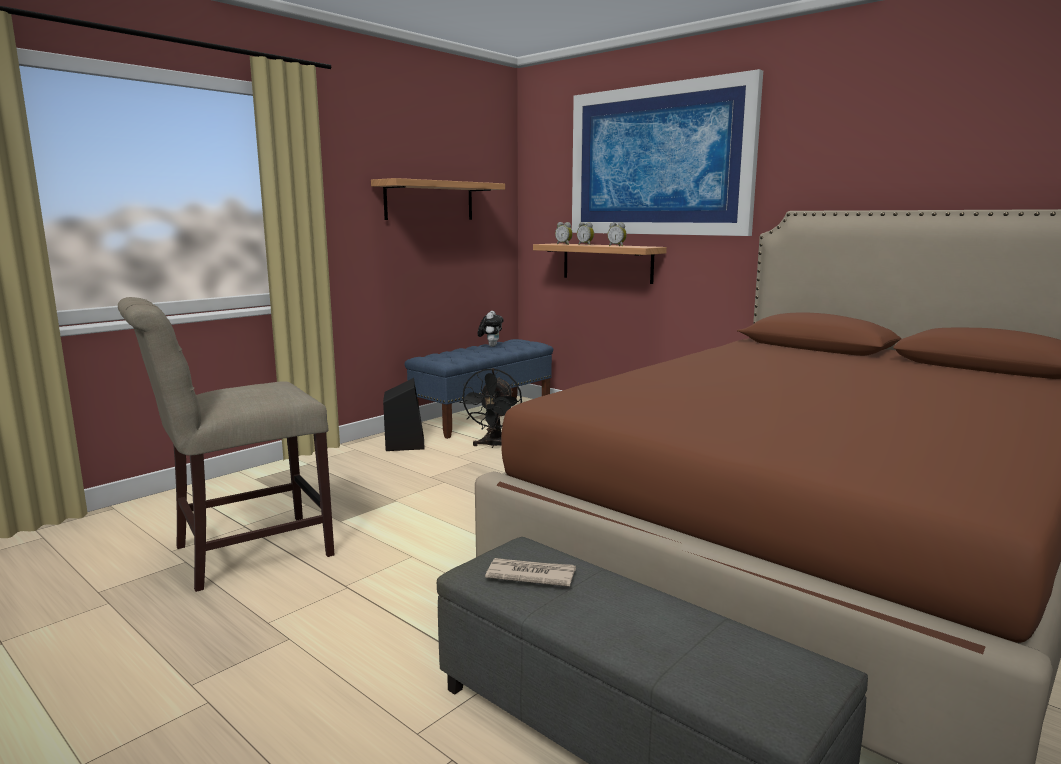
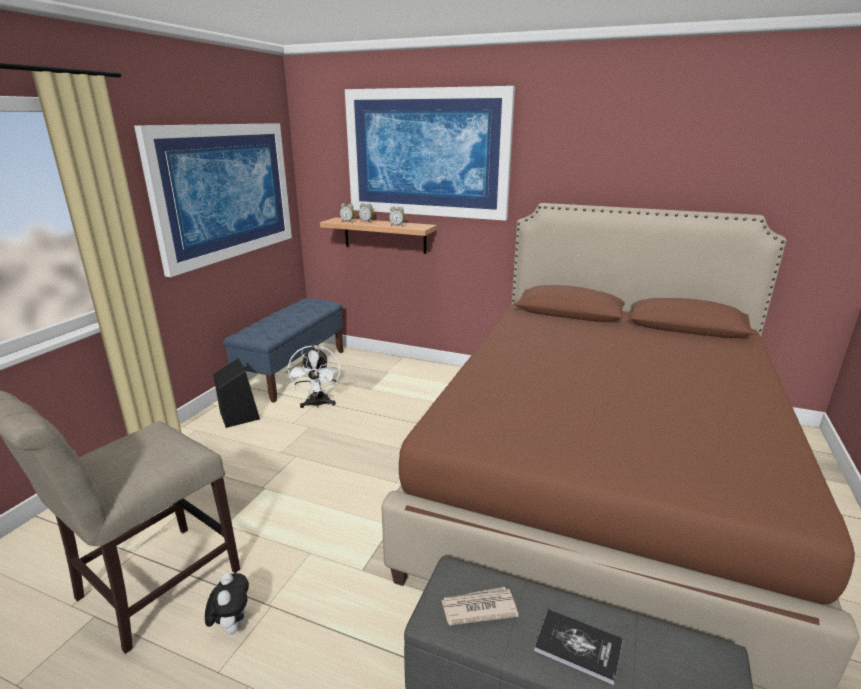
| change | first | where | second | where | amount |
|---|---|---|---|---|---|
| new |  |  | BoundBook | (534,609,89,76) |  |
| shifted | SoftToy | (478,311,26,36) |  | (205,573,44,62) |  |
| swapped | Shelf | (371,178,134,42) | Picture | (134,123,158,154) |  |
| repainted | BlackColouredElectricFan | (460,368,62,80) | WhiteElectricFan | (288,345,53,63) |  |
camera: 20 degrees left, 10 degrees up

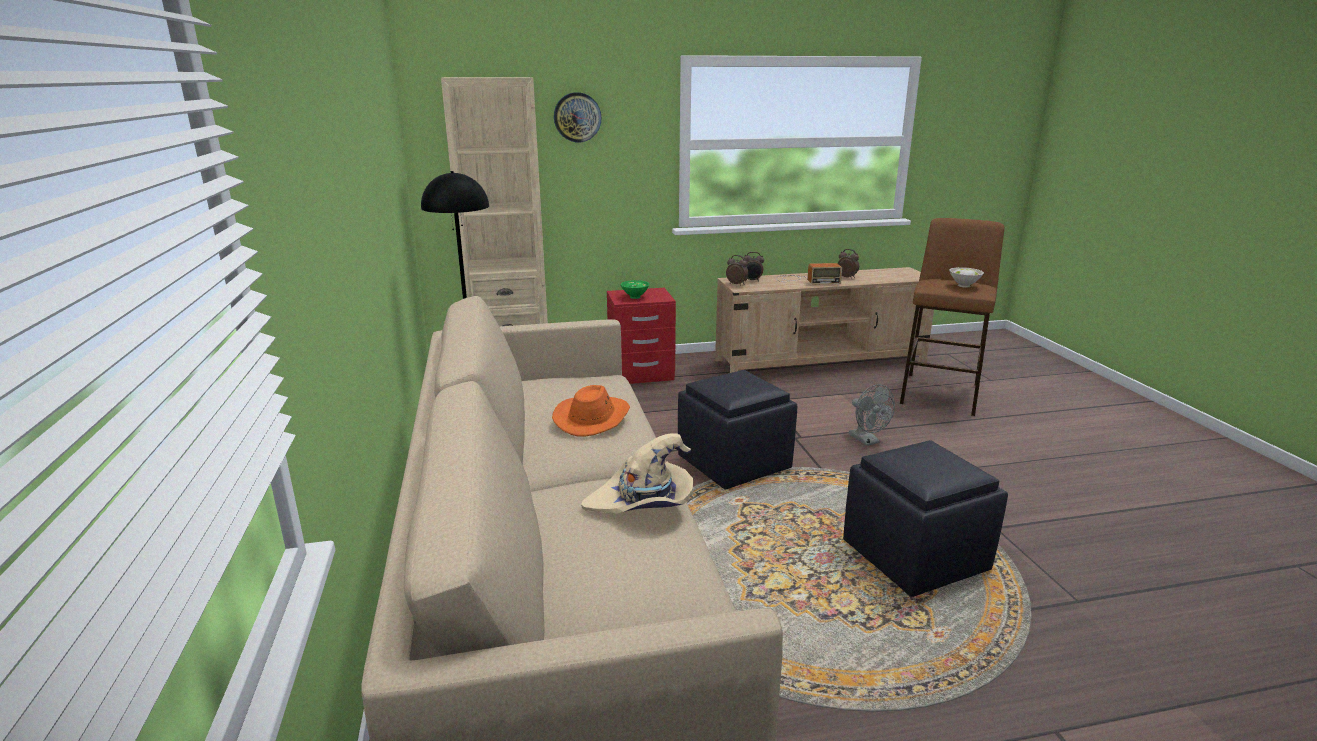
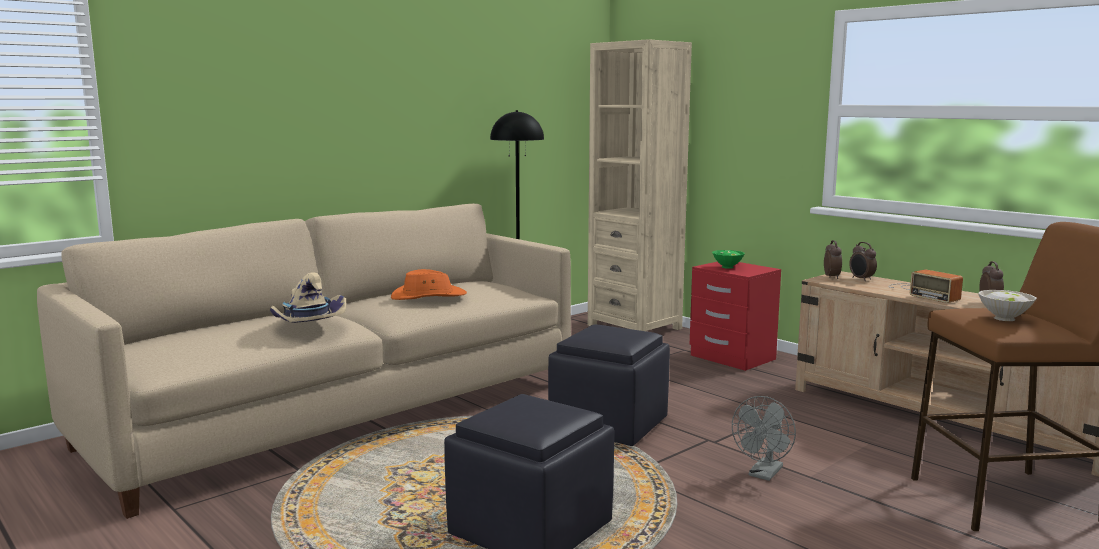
| change | first | where | second | where | amount |
|---|---|---|---|---|---|
| gone | ClockOnTheWall | (554,92,48,50) |  |  |  |
camera: 60 degrees right, 10 degrees down

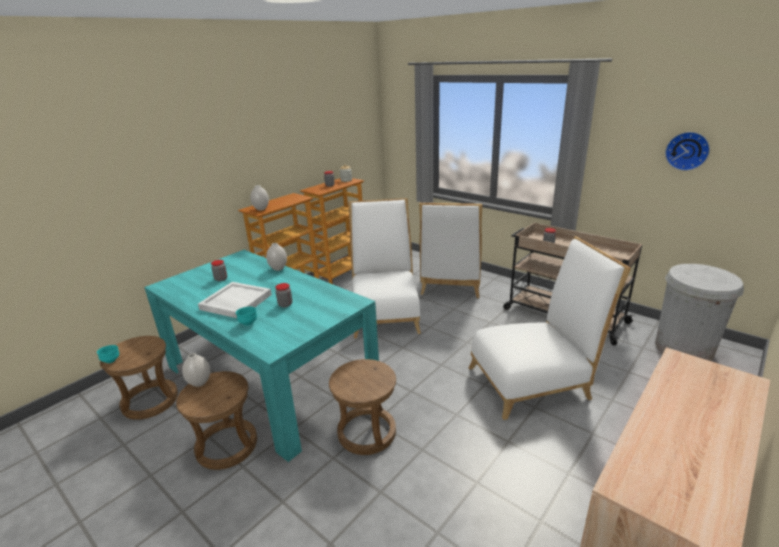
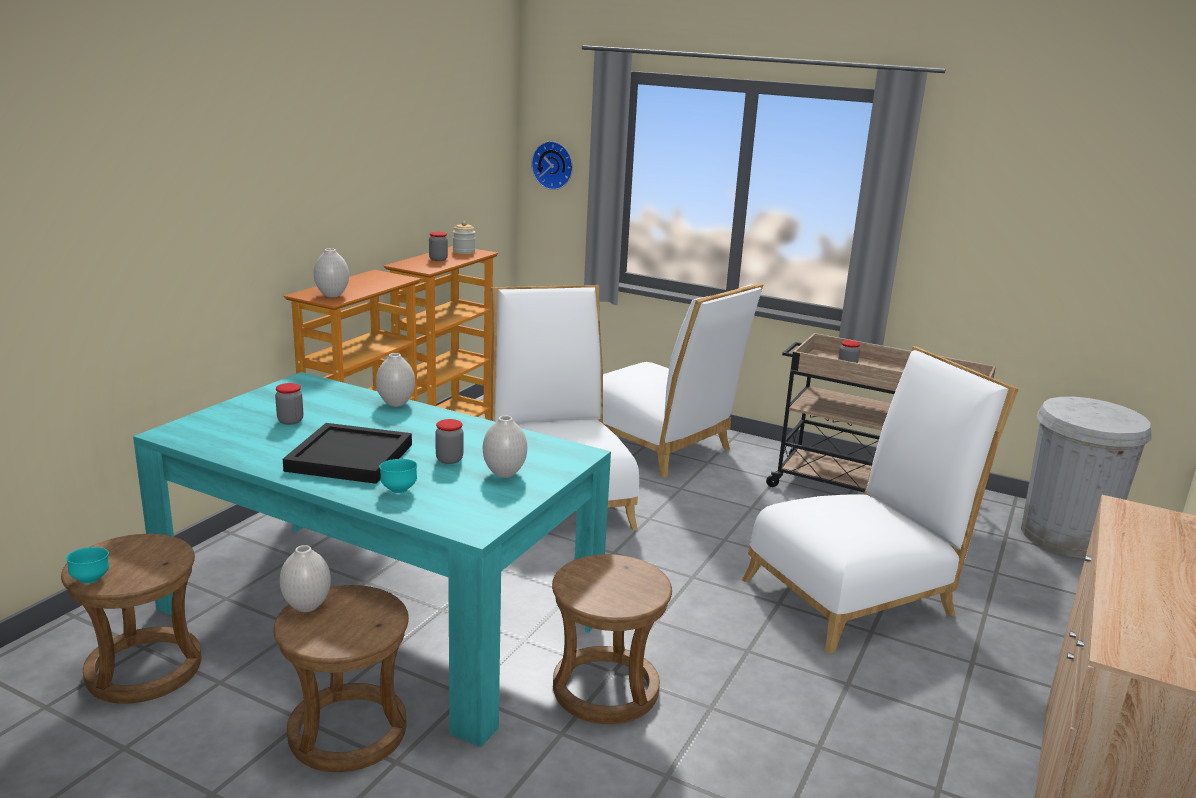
| change | first | where | second | where | amount |
|---|---|---|---|---|---|
| new |  |  | WhiteVase | (483,415,44,63) |  |
| shifted | ClockOnTheWall | (665,132,45,39) |  | (531,141,42,49) |  |
| repainted | WhiteServingTray | (198,282,74,36) | BlackColouredServingTray | (283,423,129,61) |  |
| rotated | WhiteUprightChair | (419,203,63,95) |  | (603,283,160,195) | 45 degrees counterclockwise |
camera: 15 degrees left, 5 degrees down

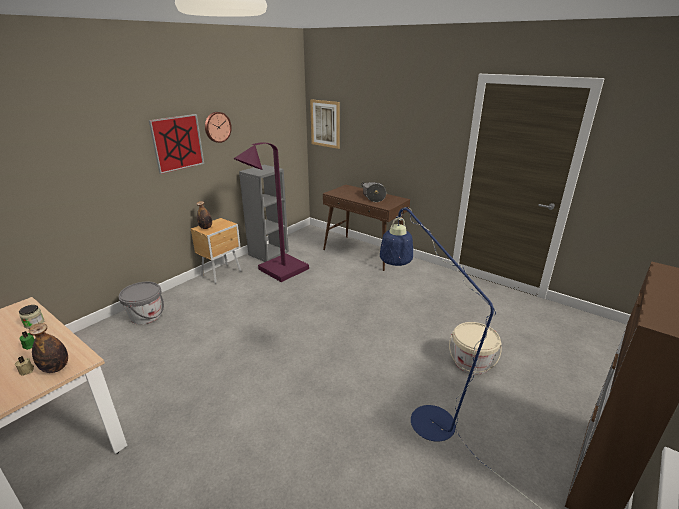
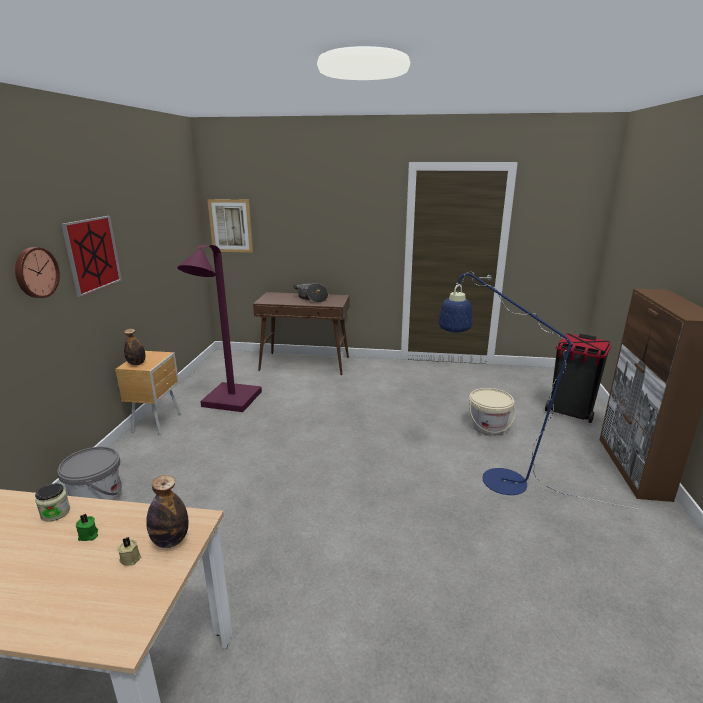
| change | first | where | second | where | amount |
|---|---|---|---|---|---|
| gone | GrayBookcase | (239,165,50,97) |  |  |  |
| new |  |  | BlackColouredRubbishBin | (545,333,66,90) |  |
| shifted | ClockOnTheWall | (205,112,27,31) |  | (15,247,45,51) |  |
camera: 30 degrees left, 5 degrees down

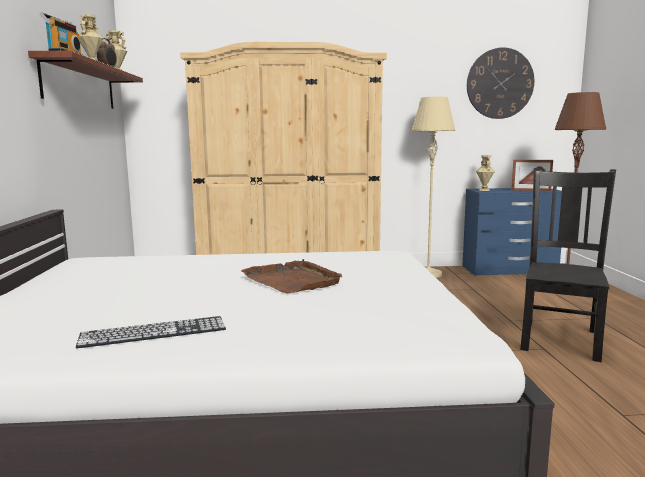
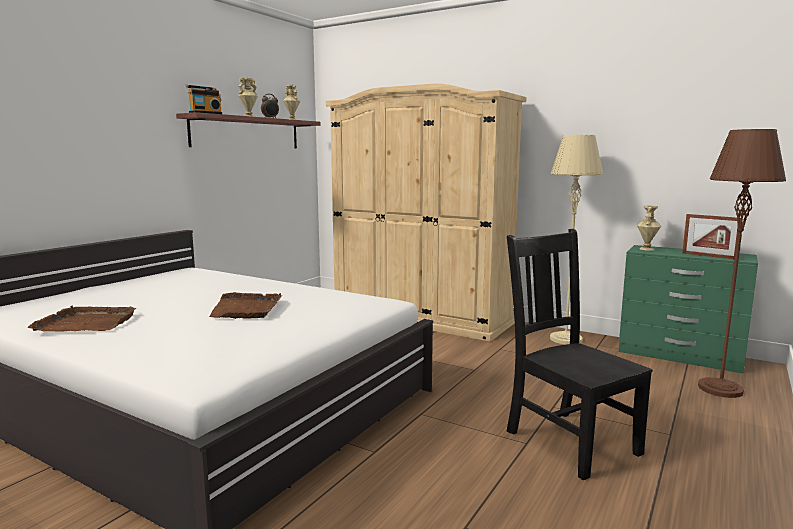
| change | first | where | second | where | amount |
|---|---|---|---|---|---|
| gone | ClockOnTheWall | (467,47,67,72) |  |  |  |
| swapped | PcKeyboard | (76,316,150,33) | BrownServingTray | (27,305,109,27) |  |
| repainted | BluishDrawerChest | (462,188,100,87) | GreenishDrawerChest | (619,245,139,128) |  |
| rotated | BlackColouredUprightChair | (520,168,96,194) |  | (506,229,147,251) | 90 degrees counterclockwise |
camera: 35 degrees right, 0 degrees up

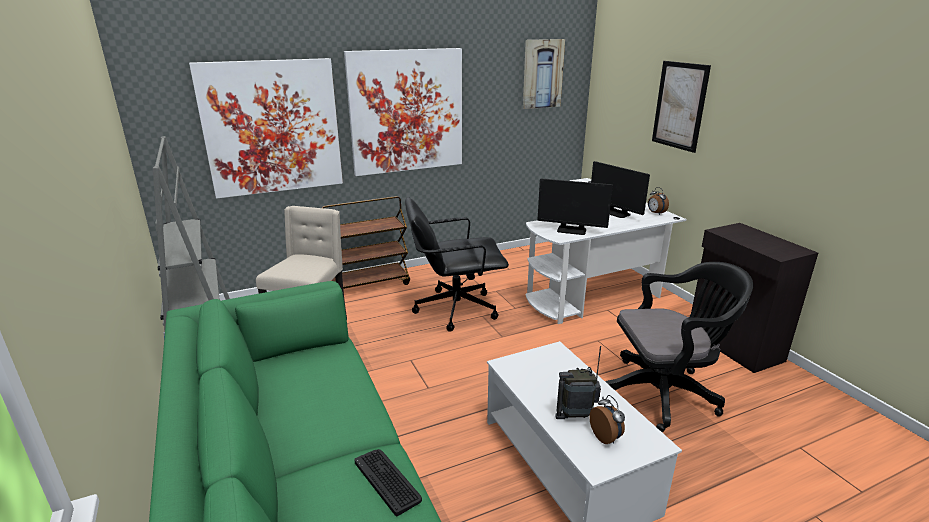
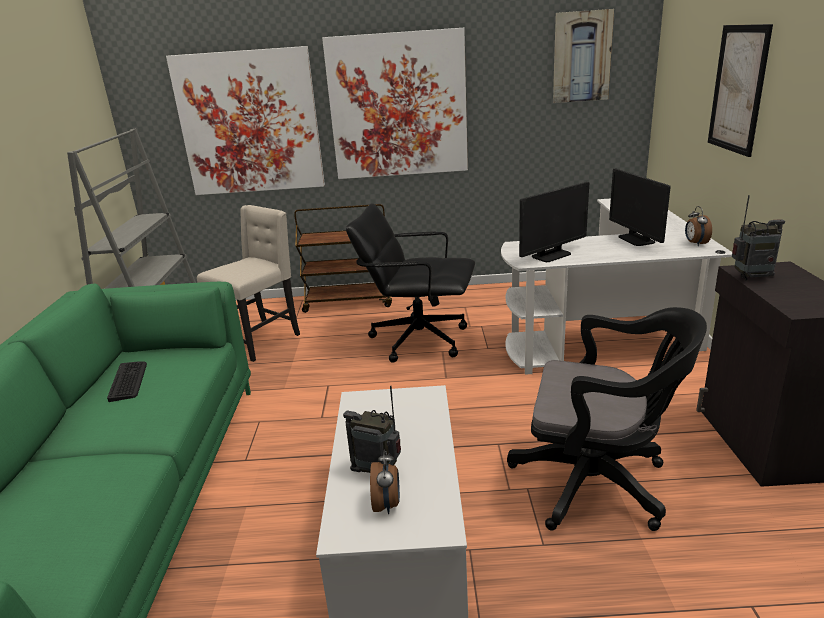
| change | first | where | second | where | amount |
|---|---|---|---|---|---|
| new |  |  | Radio | (732,195,53,86) |  |
| shifted | PcKeyboard | (354,449,68,67) |  | (107,361,40,41) |  |
| rotated | Monitor | (538,178,75,57) |  | (519,182,70,80) | 75 degrees counterclockwise |
camera: 25 degrees right, 0 degrees up

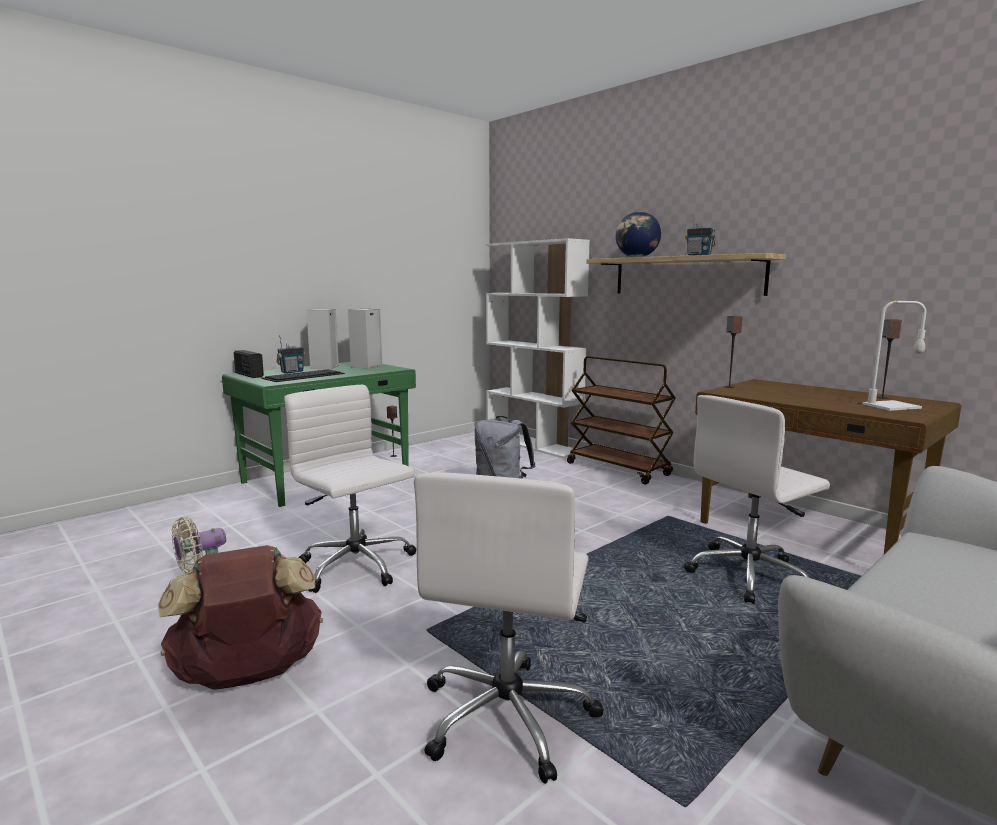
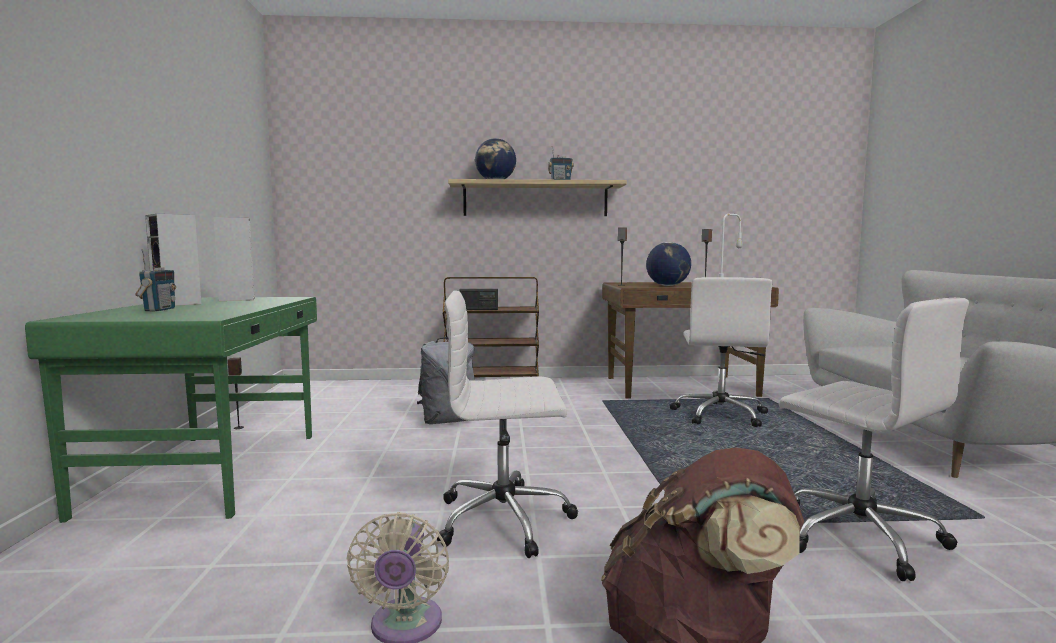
| change | first | where | second | where | amount |
|---|---|---|---|---|---|
| gone | PcKeyboard | (261,369,84,13) |  |  |  |
| gone | WhiteBookcase | (486,238,104,220) |  |  |  |
| new |  |  | Globe | (646,242,45,44) |  |
| shifted | Radio | (234,350,30,28) |  | (460,289,38,21) |  |
camera: 50 degrees left, 5 degrees down

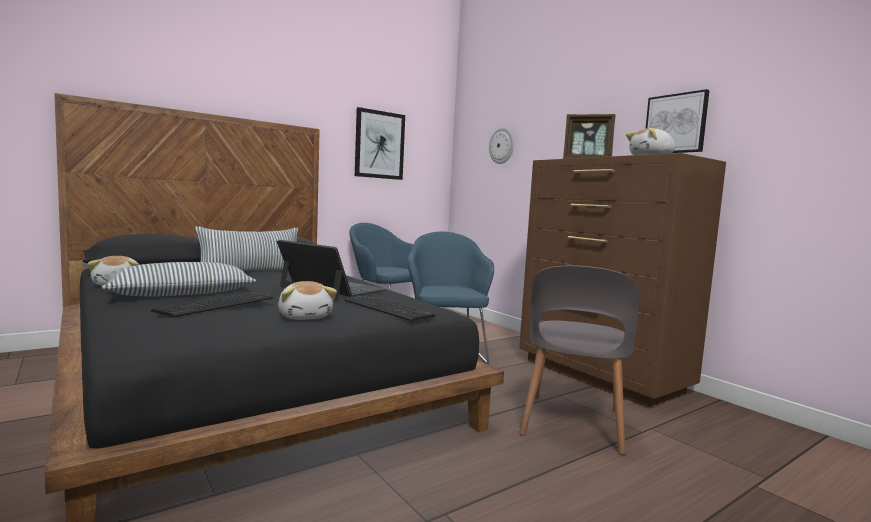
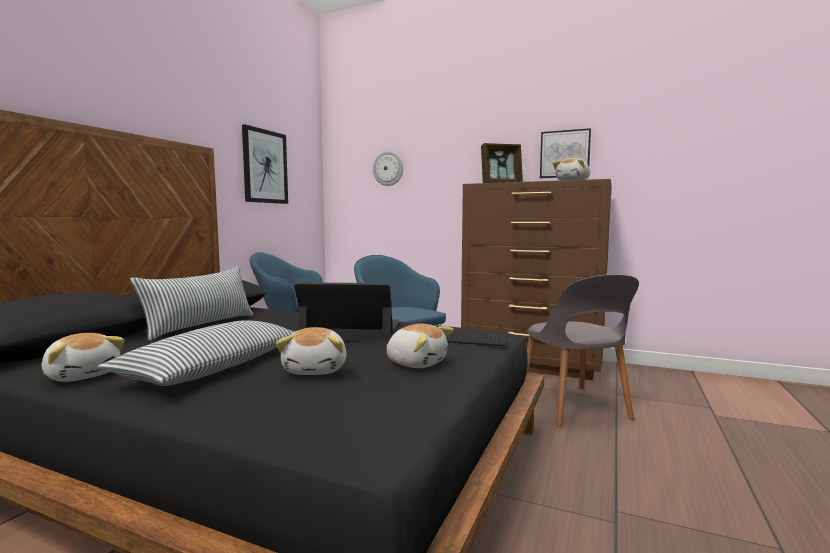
| change | first | where | second | where | amount |
|---|---|---|---|---|---|
| swapped | PcKeyboard | (151,292,122,25) | SoftToy | (276,327,71,48) |  |
camera: 30 degrees left, 0 degrees up

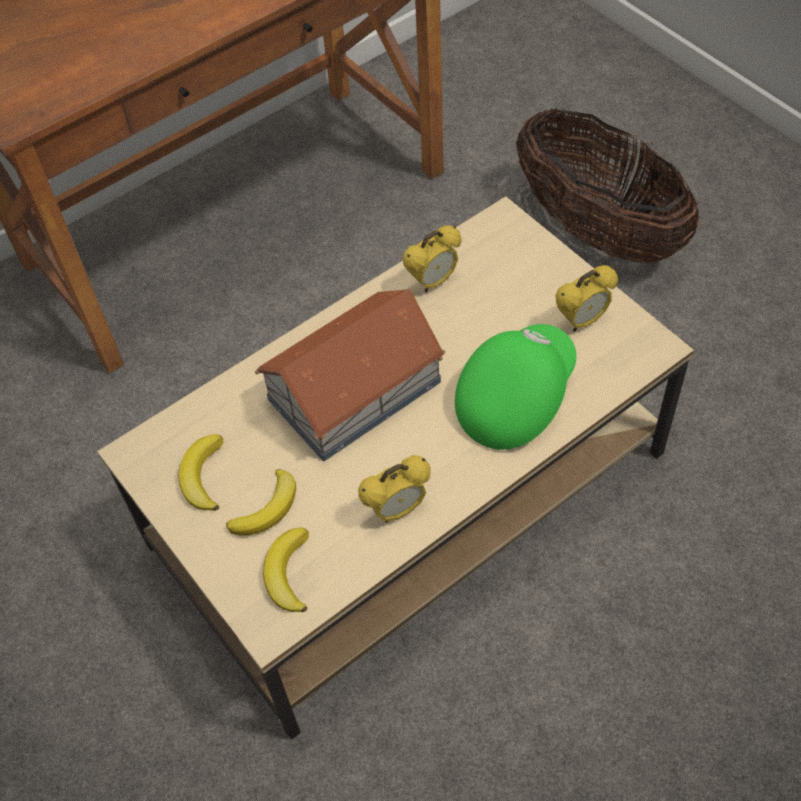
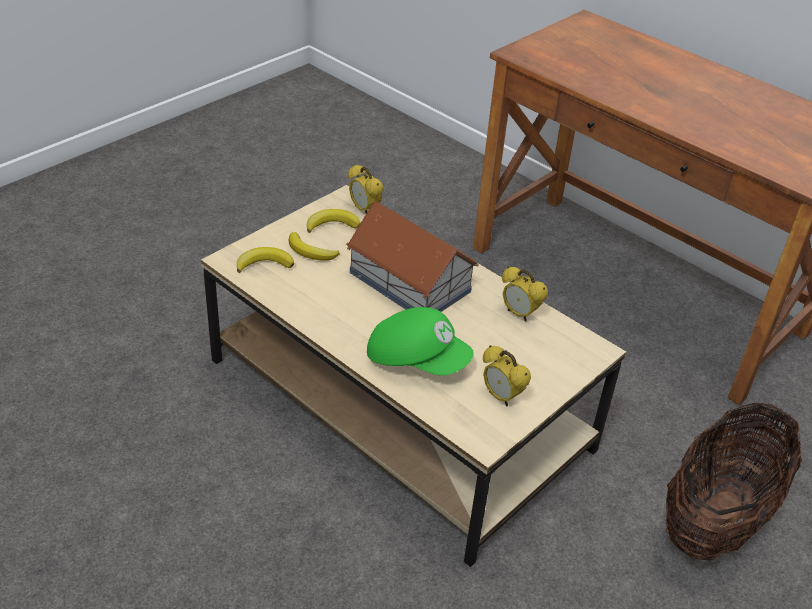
| change | first | where | second | where | amount |
|---|---|---|---|---|---|
| shifted | TableClock | (358,455,72,68) |  | (348,165,35,48) |  |
camera: 75 degrees right, 15 degrees down

